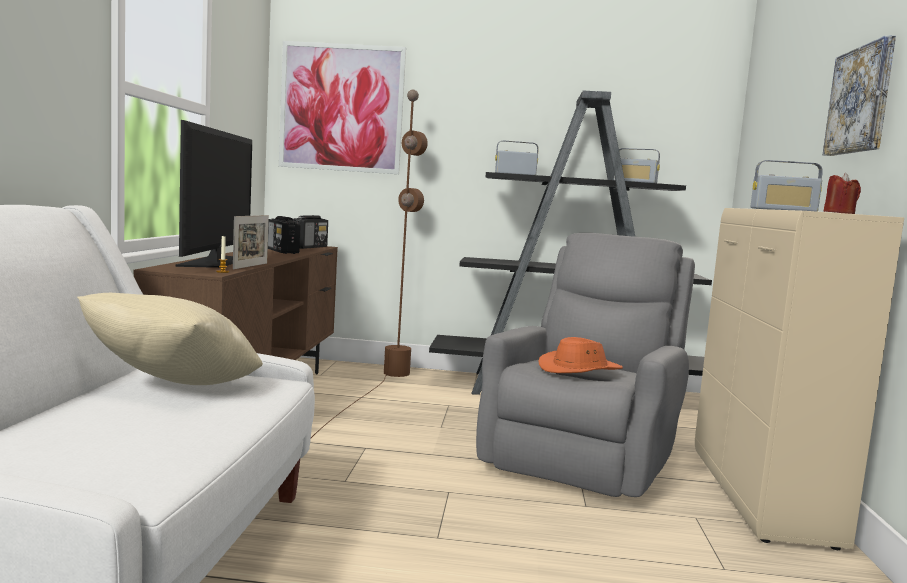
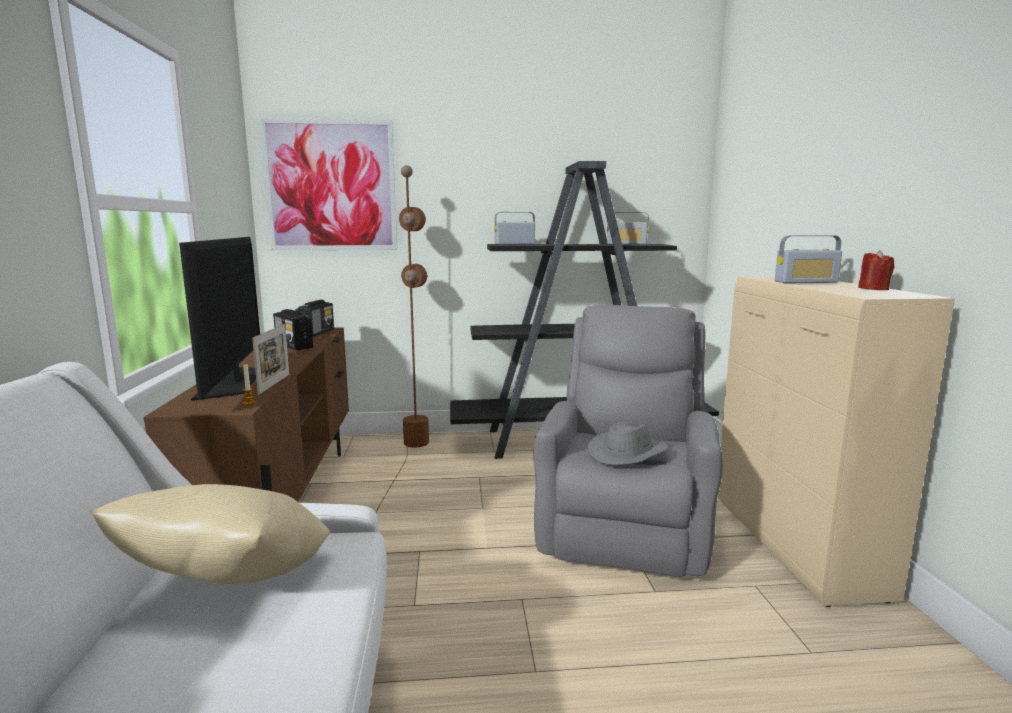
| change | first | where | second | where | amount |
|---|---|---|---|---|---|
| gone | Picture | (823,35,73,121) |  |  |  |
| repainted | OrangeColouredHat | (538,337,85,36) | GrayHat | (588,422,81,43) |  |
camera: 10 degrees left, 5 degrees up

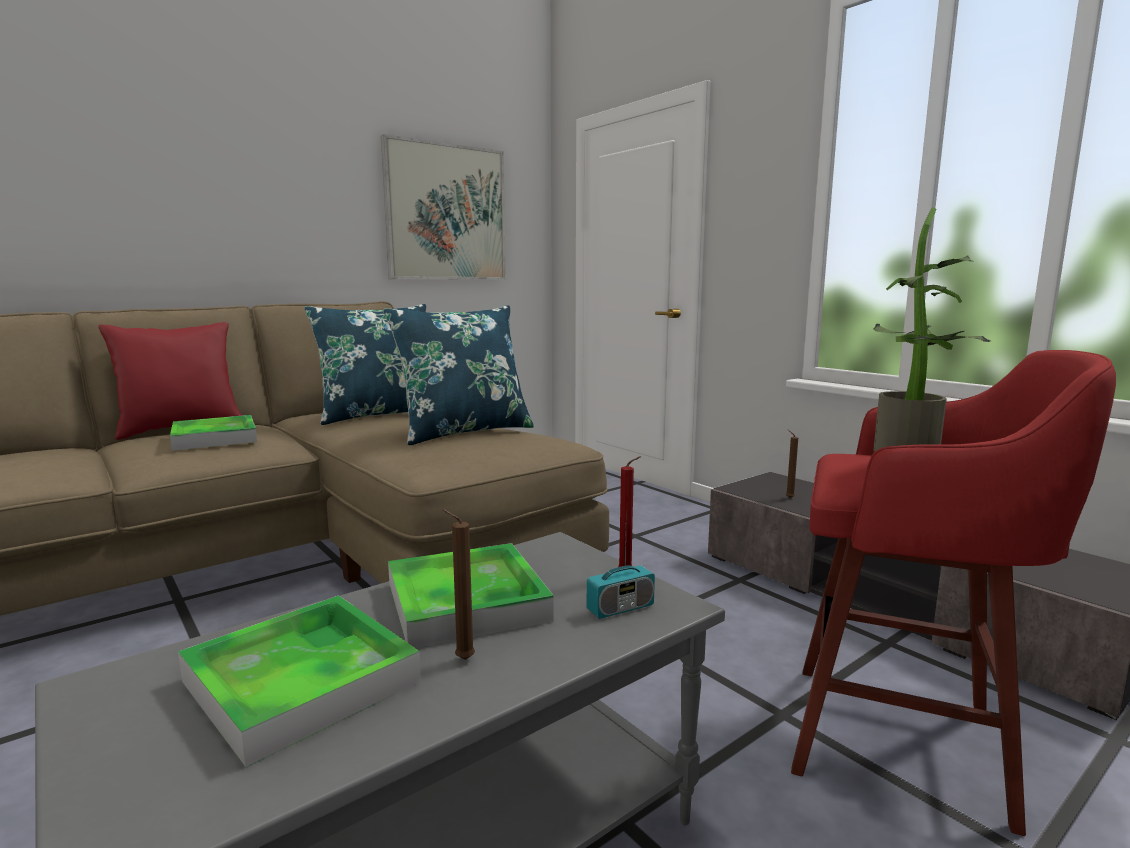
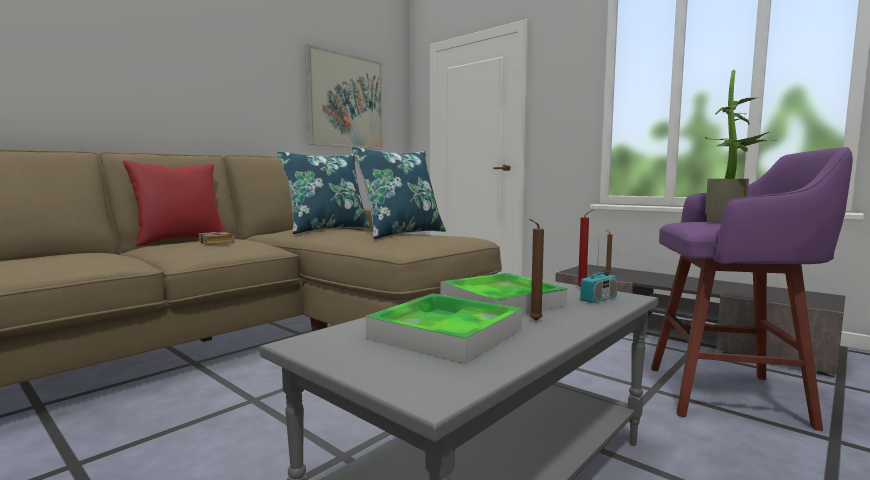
| change | first | where | second | where | amount |
|---|---|---|---|---|---|
| swapped | ServingTray | (170,415,87,36) | BoundBook | (198,232,37,13) |  |
| repainted | RedColouredStoolSeat | (791,350,325,486) | PurpleColouredStoolSeat | (651,147,202,284) |  |
camera: 10 degrees left, 5 degrees down

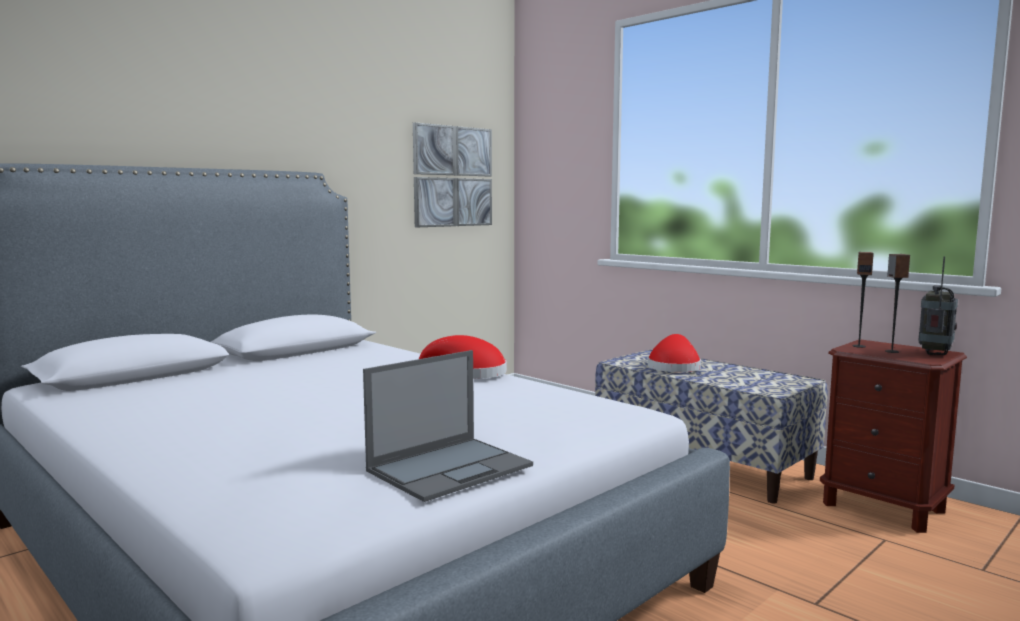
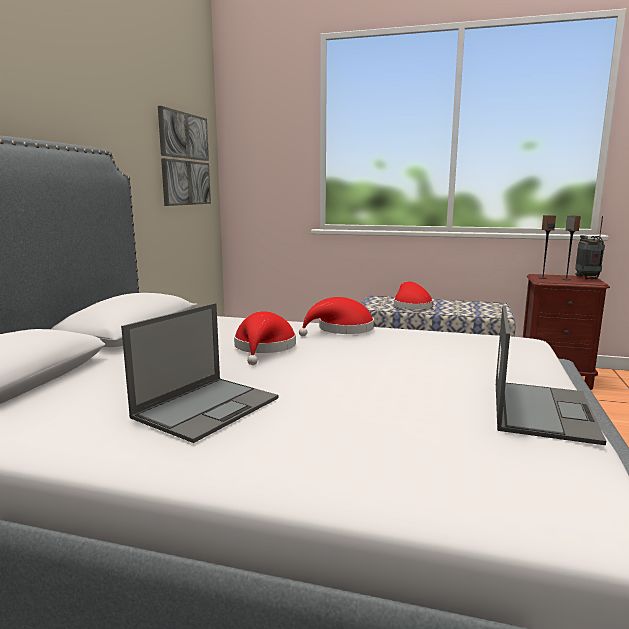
| change | first | where | second | where | amount |
|---|---|---|---|---|---|
| new |  |  | PortableComputer | (121,303,157,140) |  |
| new |  |  | RedColouredHat | (234,311,62,54) |  |
camera: 30 degrees left, 5 degrees up

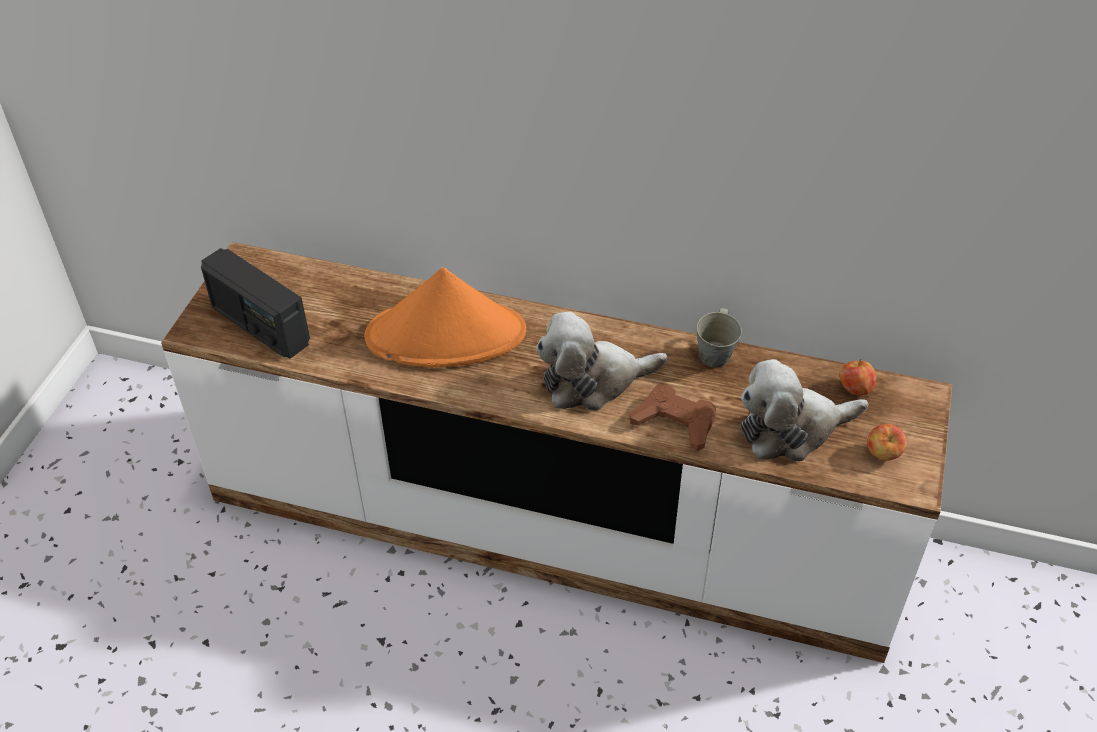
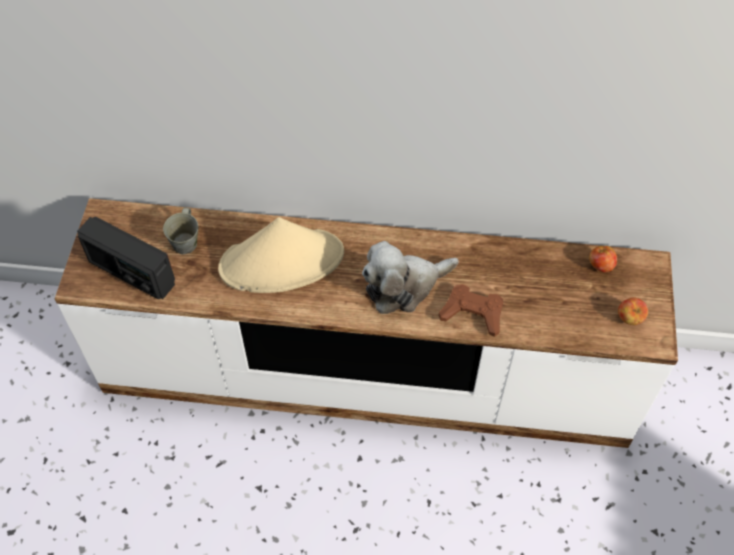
| change | first | where | second | where | amount |
|---|---|---|---|---|---|
| gone | SoftToy | (740,359,128,102) |  |  |  |
| shifted | GrayMug | (696,308,46,59) |  | (163,208,35,46) |  |
| repainted | OrangeColouredHat | (364,267,162,101) | SandColouredHat | (218,217,126,76) |  |
camera: 10 degrees left, 10 degrees up

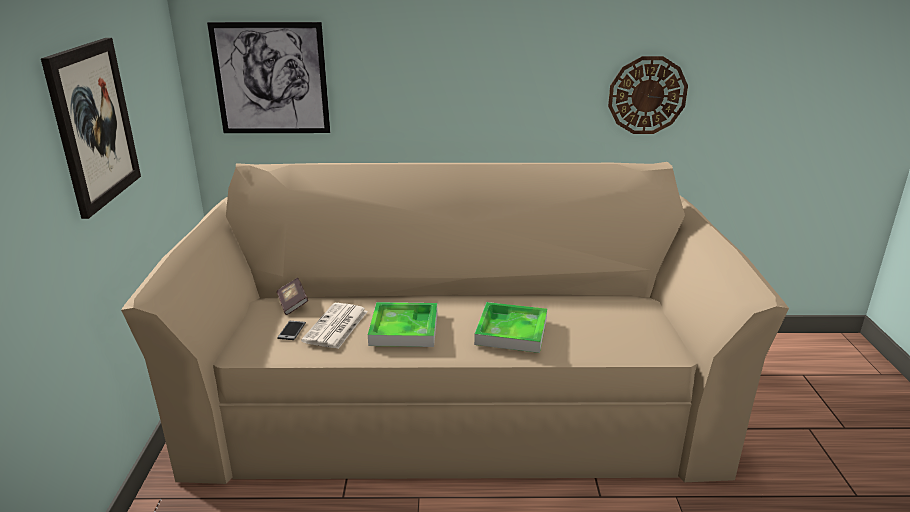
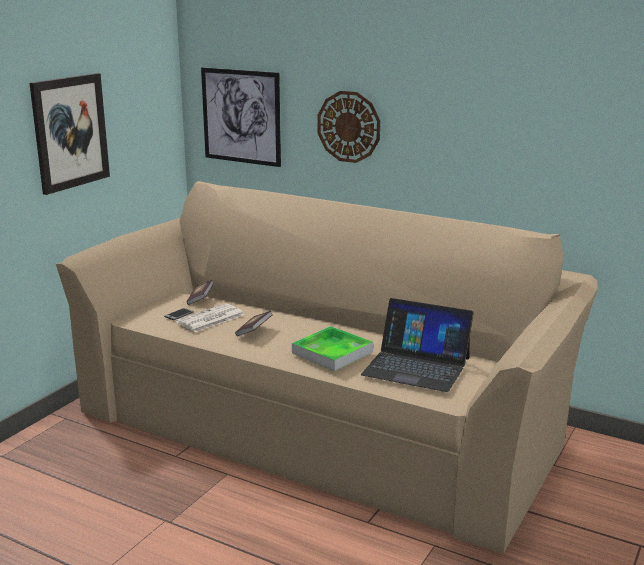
| change | first | where | second | where | amount |
|---|---|---|---|---|---|
| new |  |  | PortableComputer | (361,298,113,94) |  |
| shifted | ClockOnTheWall | (608,56,80,78) |  | (318,91,62,72) |  |
| swapped | ServingTray | (368,302,69,45) | BoundBook | (235,311,38,25) |  |
camera: 30 degrees right, 5 degrees down

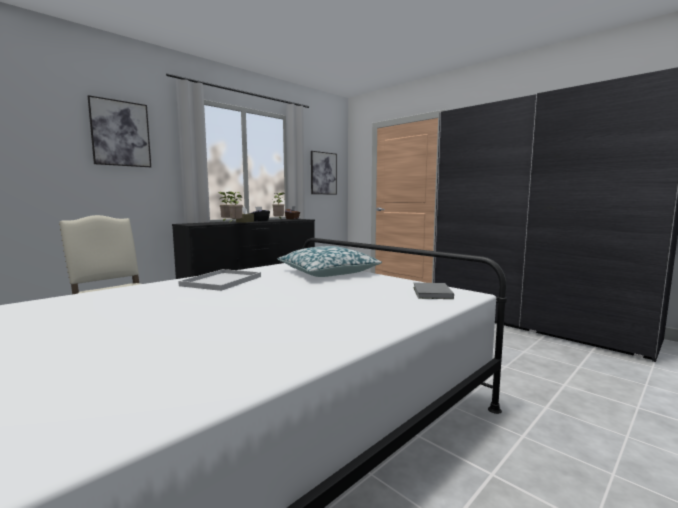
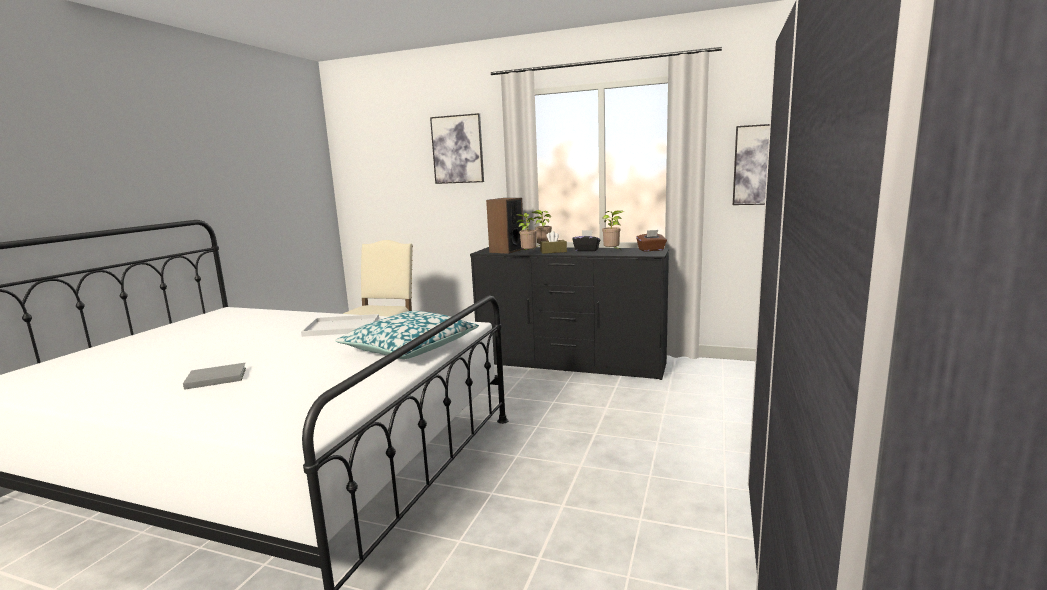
| change | first | where | second | where | amount |
|---|---|---|---|---|---|
| new |  |  | AudioSpeaker | (486,198,37,56) |  |
| shifted | GrayBoundBook | (413,283,41,16) |  | (183,363,63,27) |  |
camera: 65 degrees right, 5 degrees up

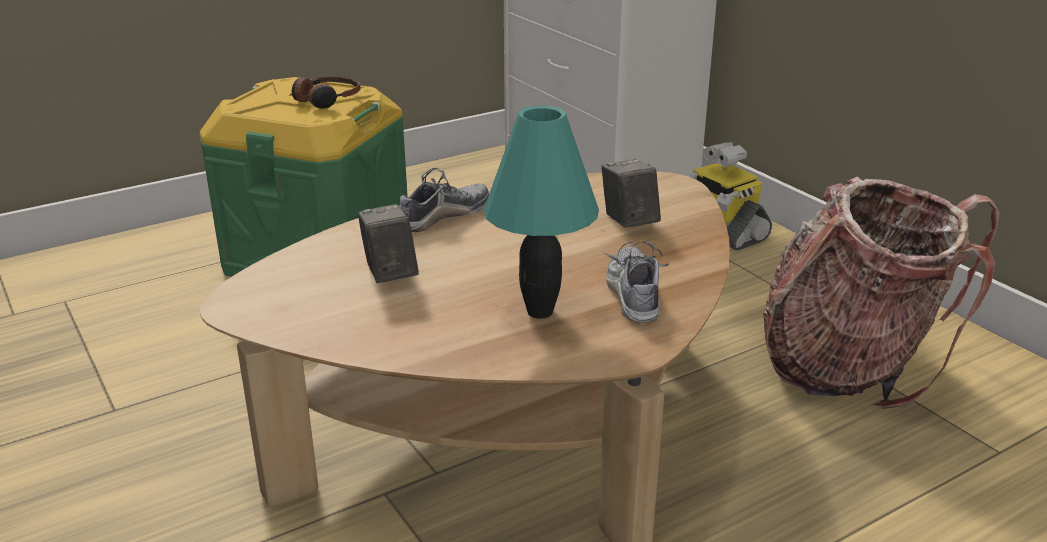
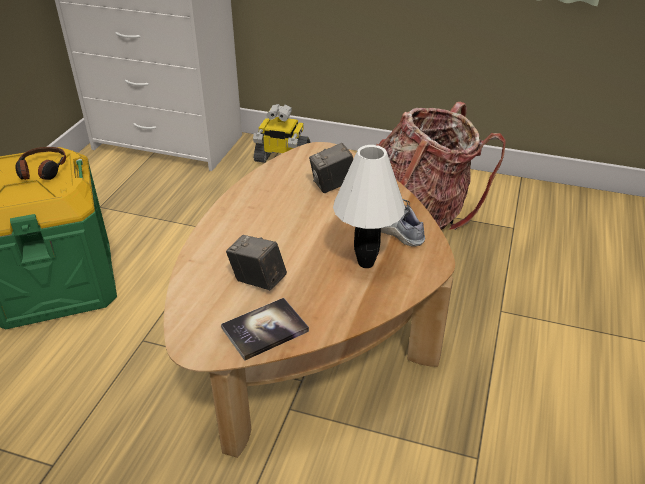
| change | first | where | second | where | amount |
|---|---|---|---|---|---|
| gone | ItemOfFootwear | (400,168,89,64) |  |  |  |
| new |  |  | BoundBook | (221,298,88,63) |  |
| repainted | TurquoiseTabletopLamp | (483,106,116,213) | WhiteTabletopLamp | (333,145,72,123) |  |
| rotated | StillCamera | (602,159,59,69) |  | (309,143,44,50) | 60 degrees counterclockwise |
camera: 40 degrees left, 10 degrees up

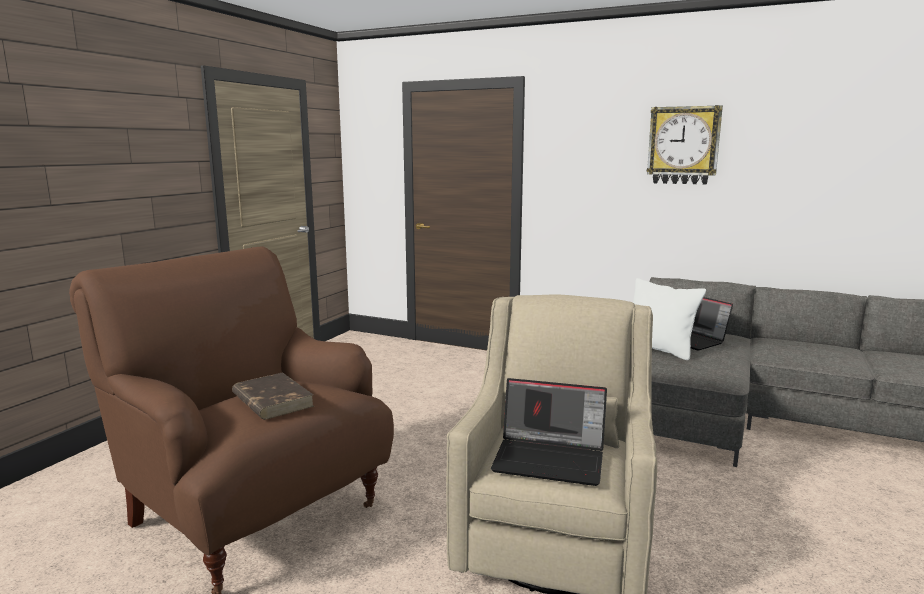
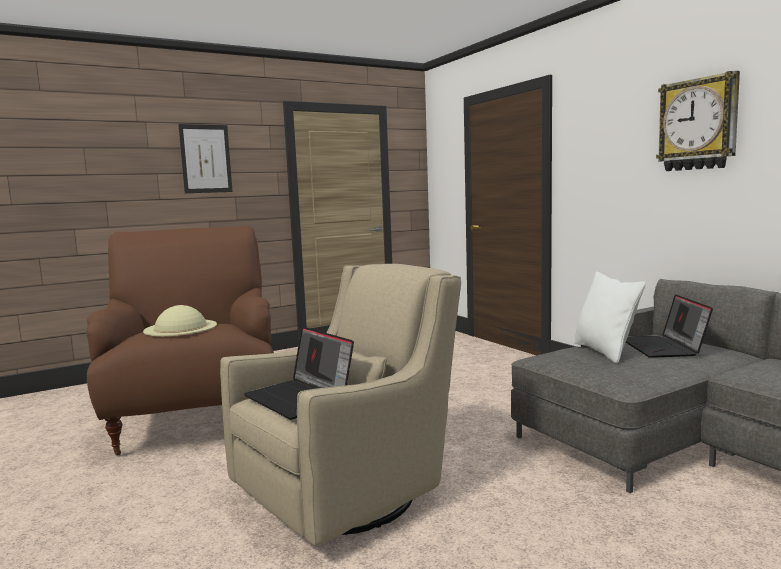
| change | first | where | second | where | amount |
|---|---|---|---|---|---|
| new |  |  | Picture | (178,124,55,69) |  |
| swapped | BrownBoundBook | (232,372,82,48) | SandColouredHat | (143,305,74,31) |  |
camera: 35 degrees right, 5 degrees down

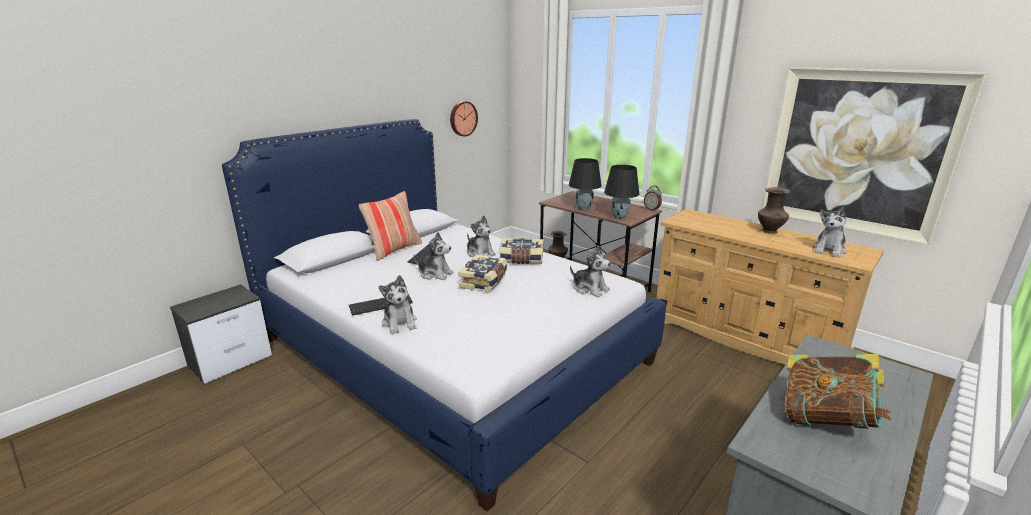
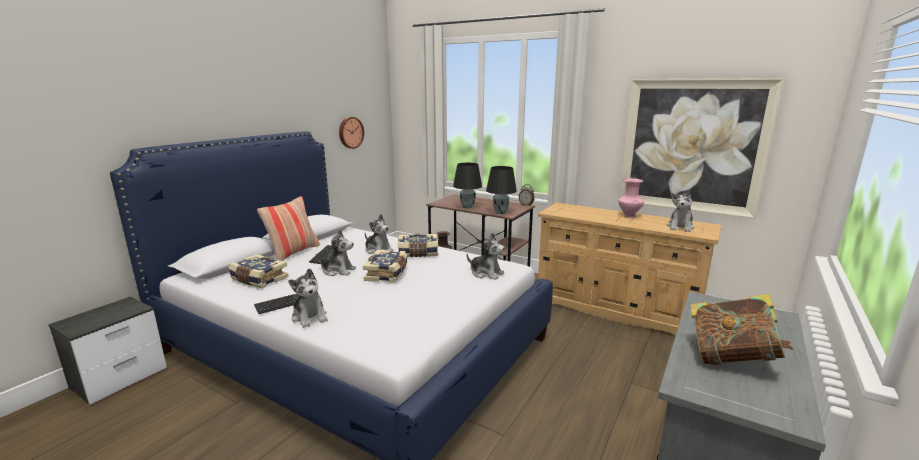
| change | first | where | second | where | amount |
|---|---|---|---|---|---|
| new |  |  | BoundBook | (228,254,61,34) |  |
| repainted | BrownVase | (758,187,32,47) | PinkVase | (619,178,25,40) |  |
camera: 10 degrees left, 5 degrees down

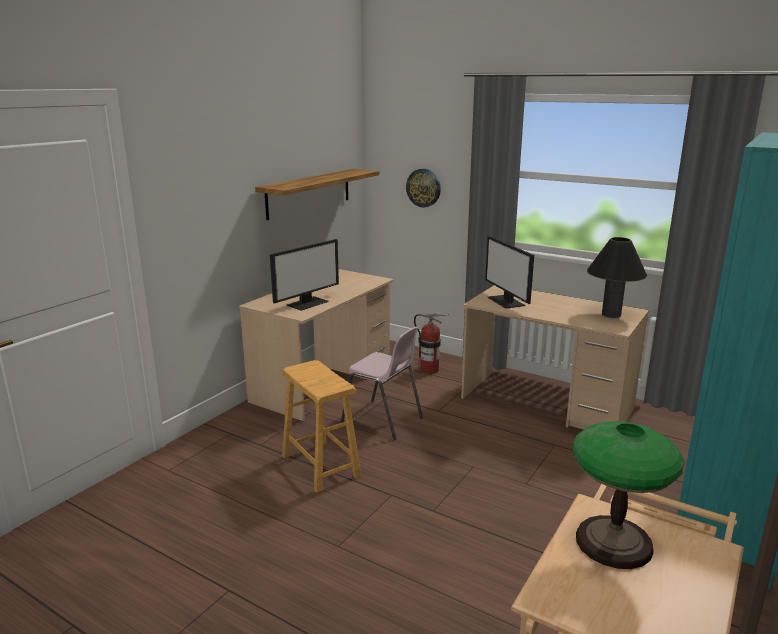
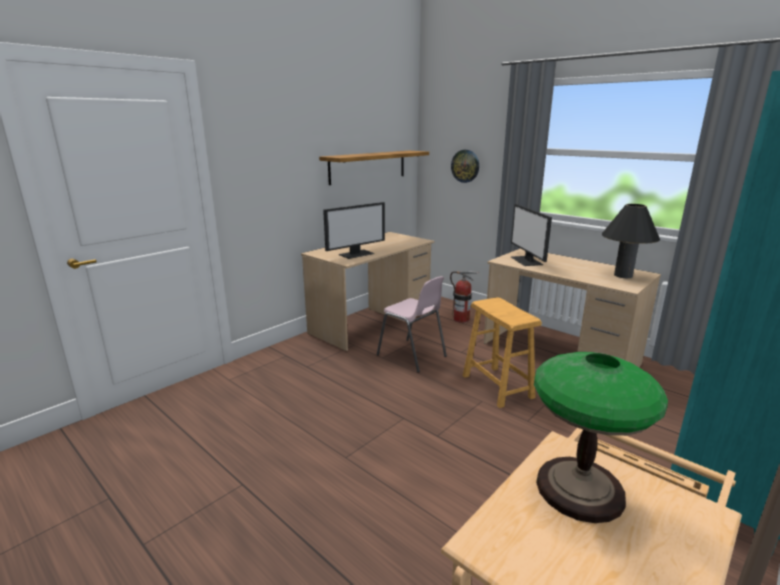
| change | first | where | second | where | amount |
|---|---|---|---|---|---|
| shifted | BrownStoolSeat | (282,360,79,133) |  | (463,297,79,111) |  |
camera: 10 degrees right, 0 degrees up

